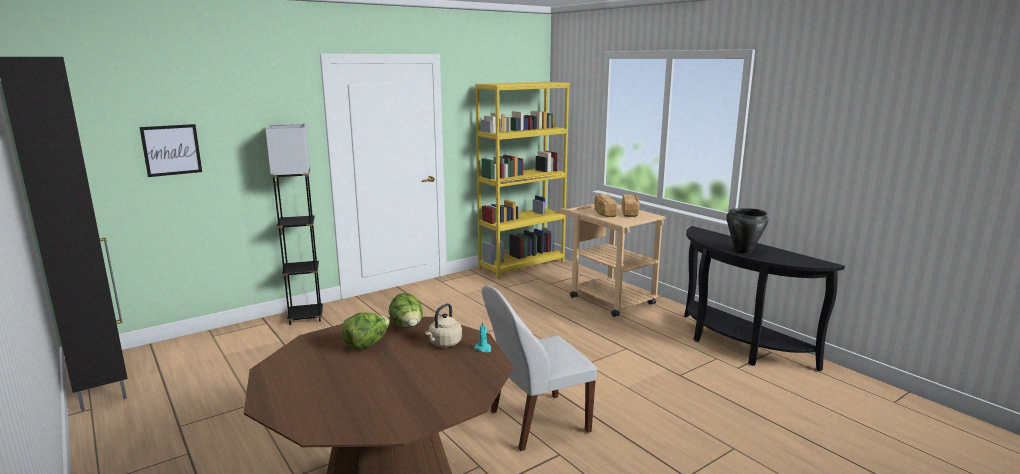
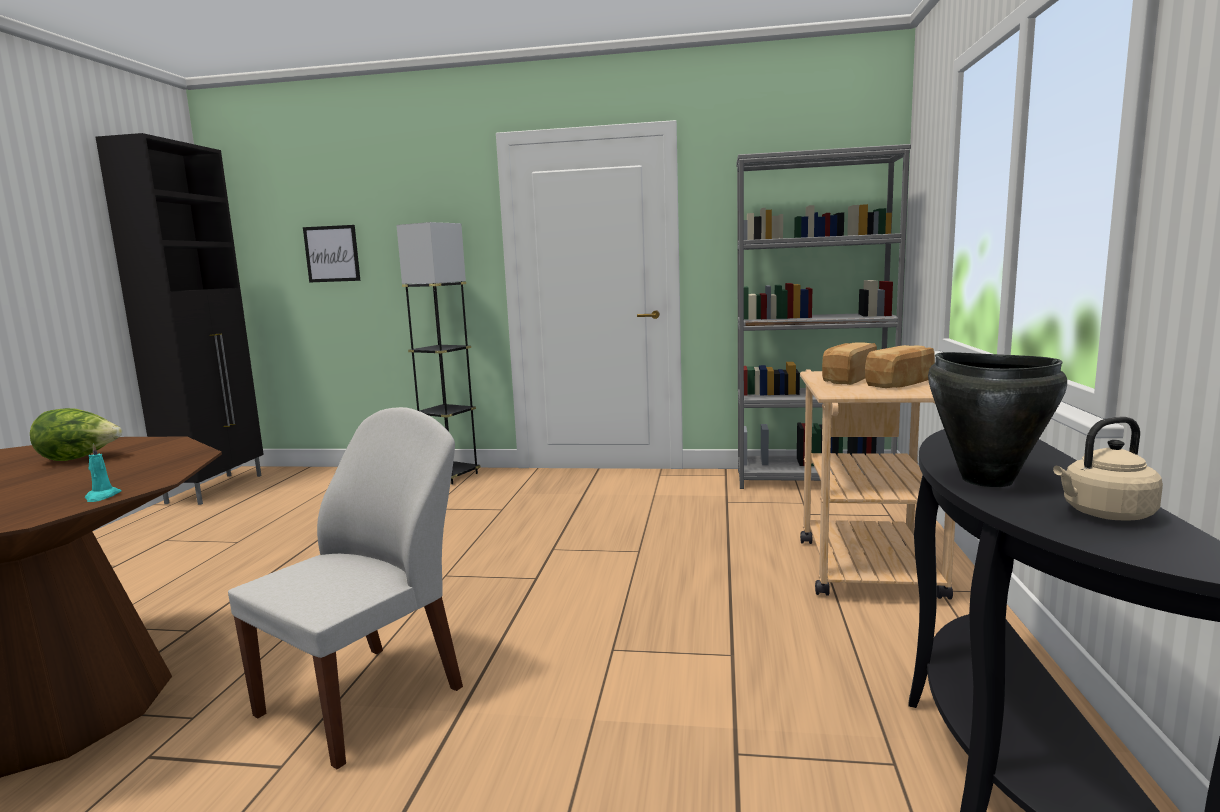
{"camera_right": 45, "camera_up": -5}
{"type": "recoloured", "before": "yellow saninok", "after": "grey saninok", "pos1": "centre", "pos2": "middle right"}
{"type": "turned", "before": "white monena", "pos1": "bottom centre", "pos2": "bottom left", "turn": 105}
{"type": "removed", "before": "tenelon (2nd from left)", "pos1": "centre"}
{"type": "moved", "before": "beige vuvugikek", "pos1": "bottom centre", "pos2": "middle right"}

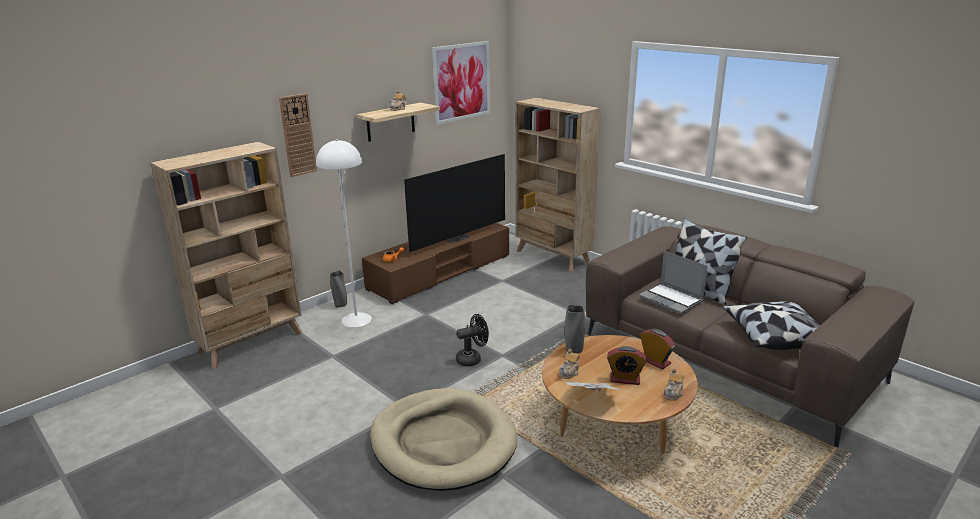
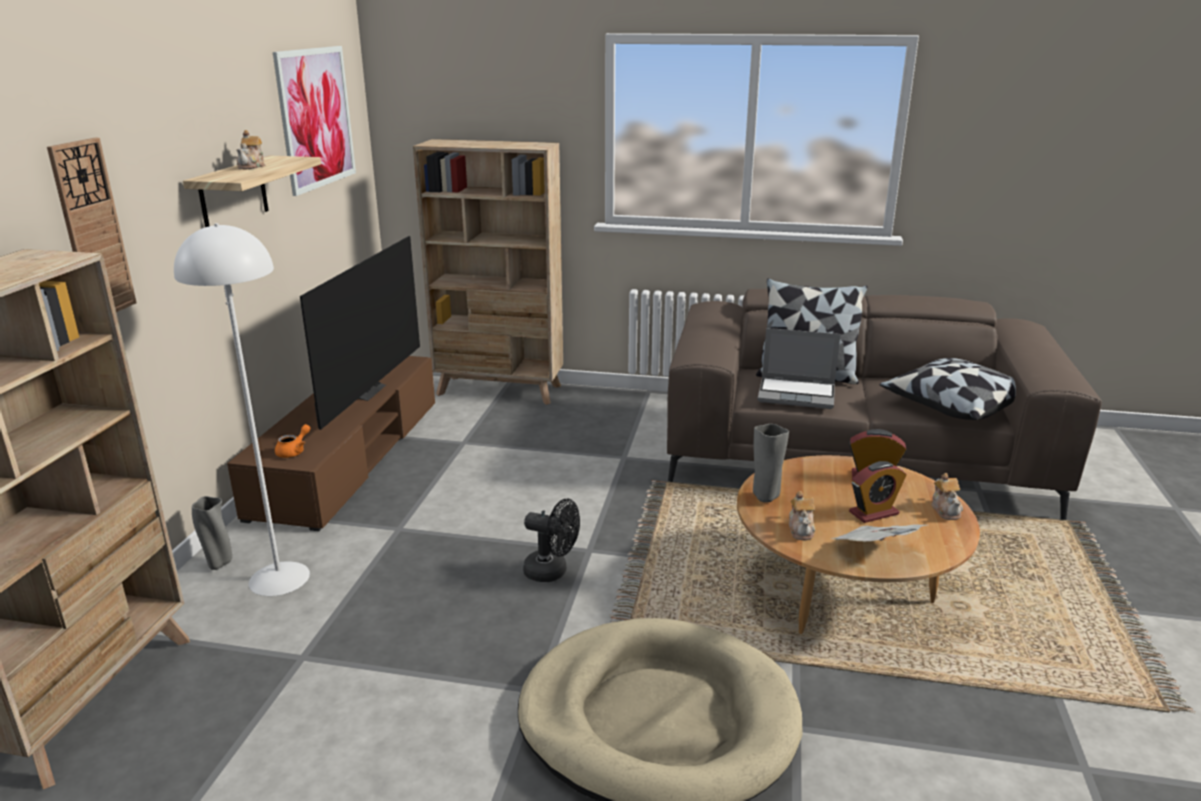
{"camera_right": -35, "camera_up": 0}
{"type": "turned", "before": "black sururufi", "pos1": "centre", "pos2": "bottom centre", "turn": 75}

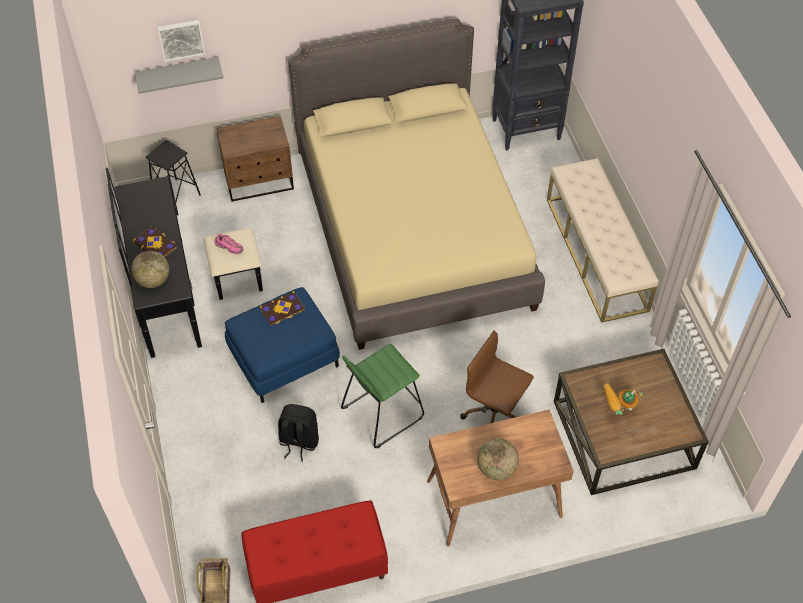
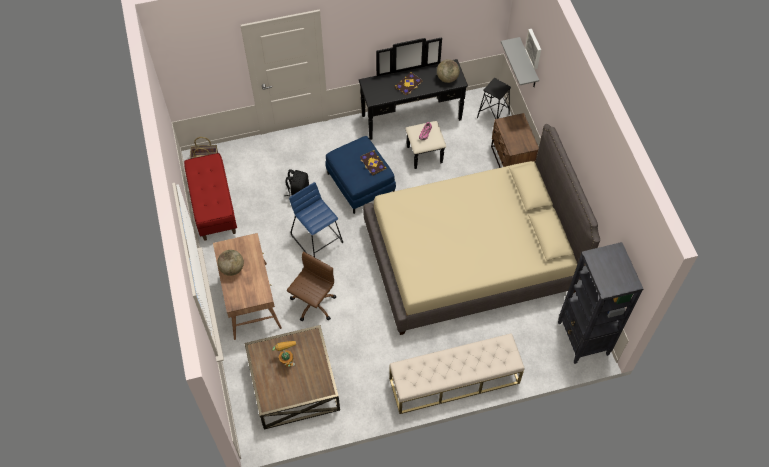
{"camera_right": 90, "camera_up": 5}
{"type": "moved", "before": "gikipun (1st from left in the first image)", "after": "gikipun (2nd from left)", "pos1": "middle left", "pos2": "top centre"}
{"type": "recoloured", "before": "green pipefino", "after": "blue pipefino", "pos1": "centre", "pos2": "centre"}

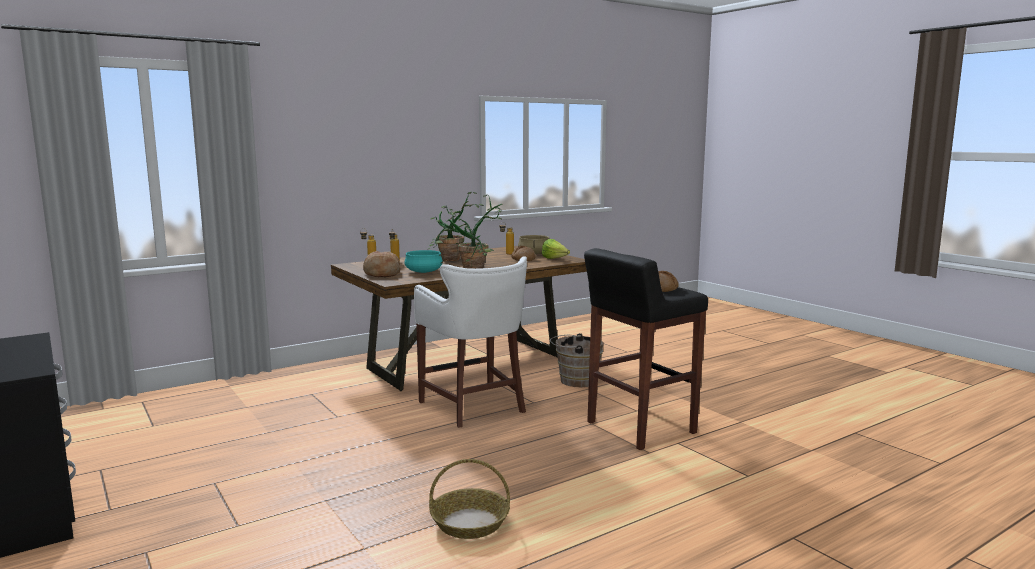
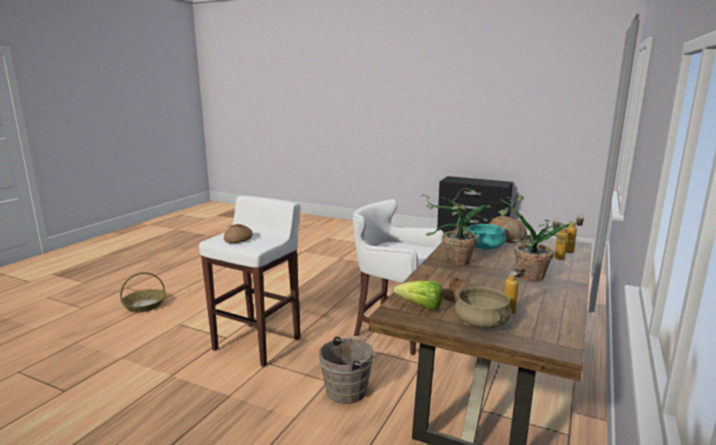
{"camera_right": 150, "camera_up": 5}
{"type": "recoloured", "before": "black pipefino", "after": "white pipefino (1st from left)", "pos1": "centre", "pos2": "centre"}
{"type": "moved", "before": "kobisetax", "pos1": "bottom centre", "pos2": "middle left"}

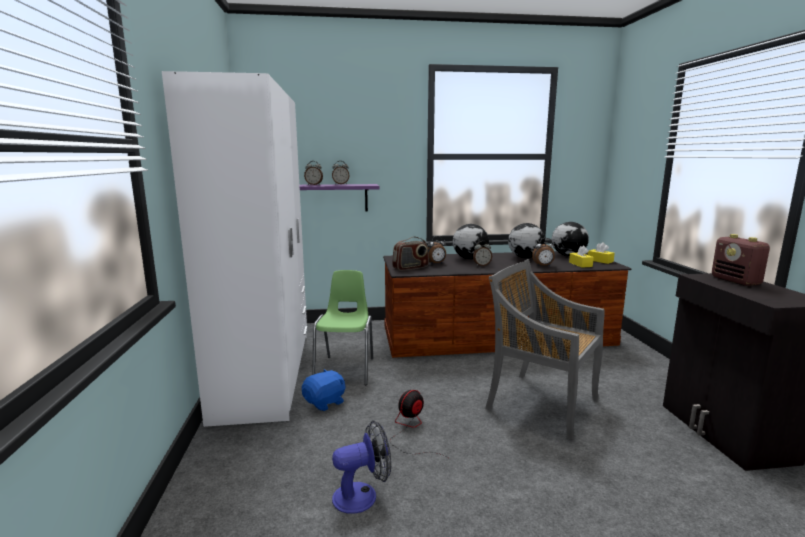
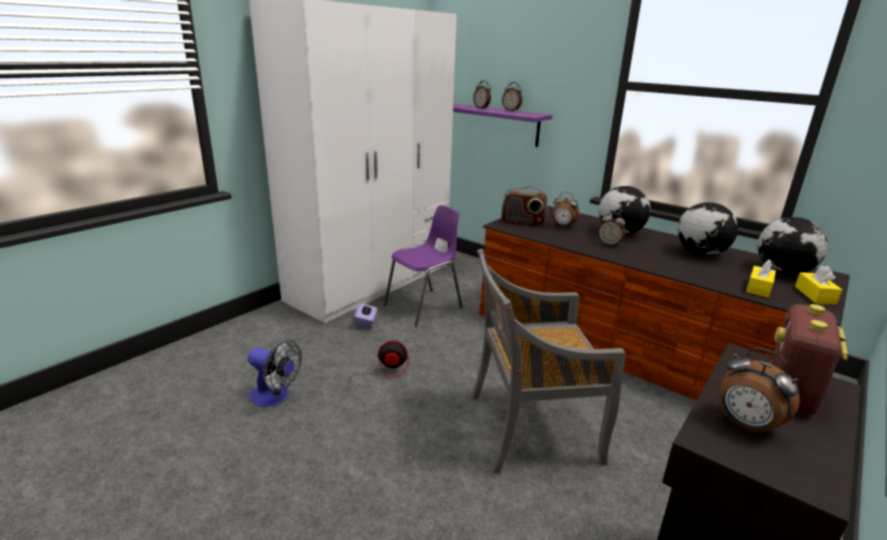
{"camera_right": 45, "camera_up": 10}
{"type": "moved", "before": "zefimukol (5th from left)", "pos1": "middle right", "pos2": "bottom right"}
{"type": "turned", "before": "grey monena", "pos1": "middle right", "pos2": "bottom centre", "turn": -90}
{"type": "recoloured", "before": "green monena", "after": "purple monena", "pos1": "centre", "pos2": "centre"}
{"type": "replaced", "before": "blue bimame", "after": "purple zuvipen", "pos1": "bottom centre", "pos2": "centre"}

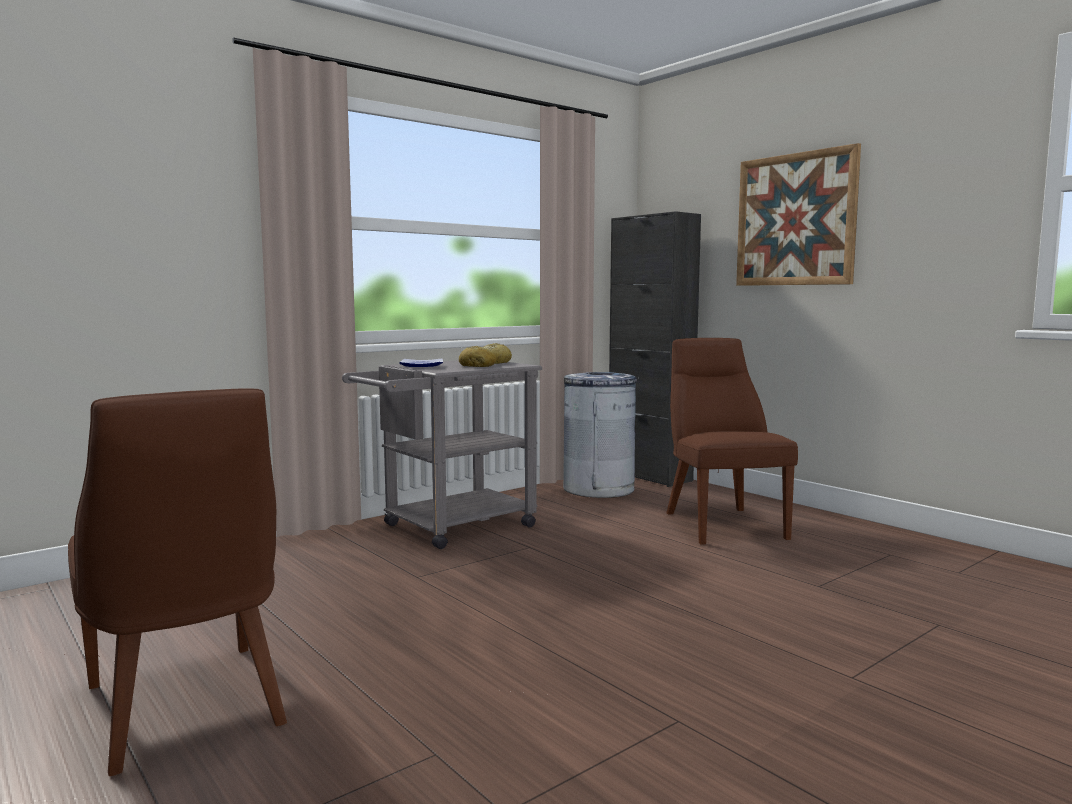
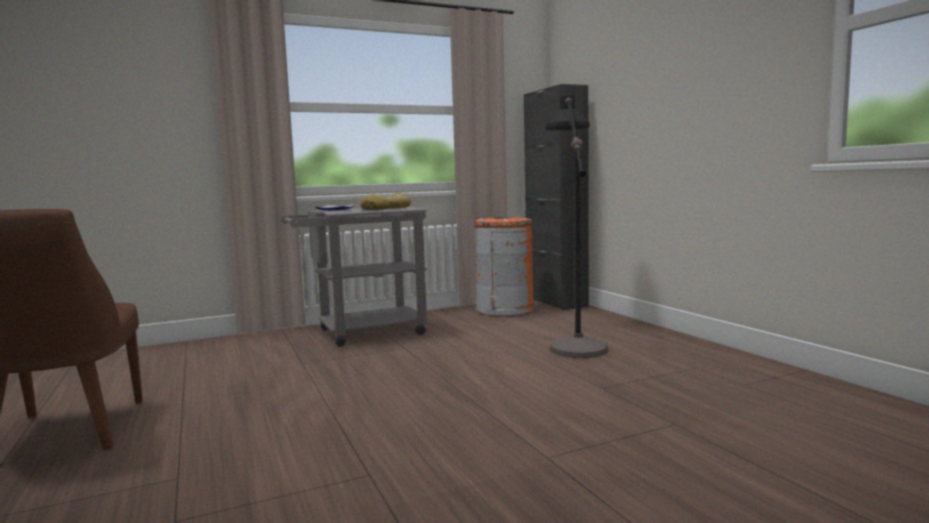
{"camera_right": 15, "camera_up": 0}
{"type": "removed", "before": "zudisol", "pos1": "top right"}
{"type": "replaced", "before": "brown monena (2nd from left)", "after": "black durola", "pos1": "middle right", "pos2": "centre"}
{"type": "recoloured", "before": "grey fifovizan", "after": "orange fifovizan", "pos1": "centre", "pos2": "centre"}

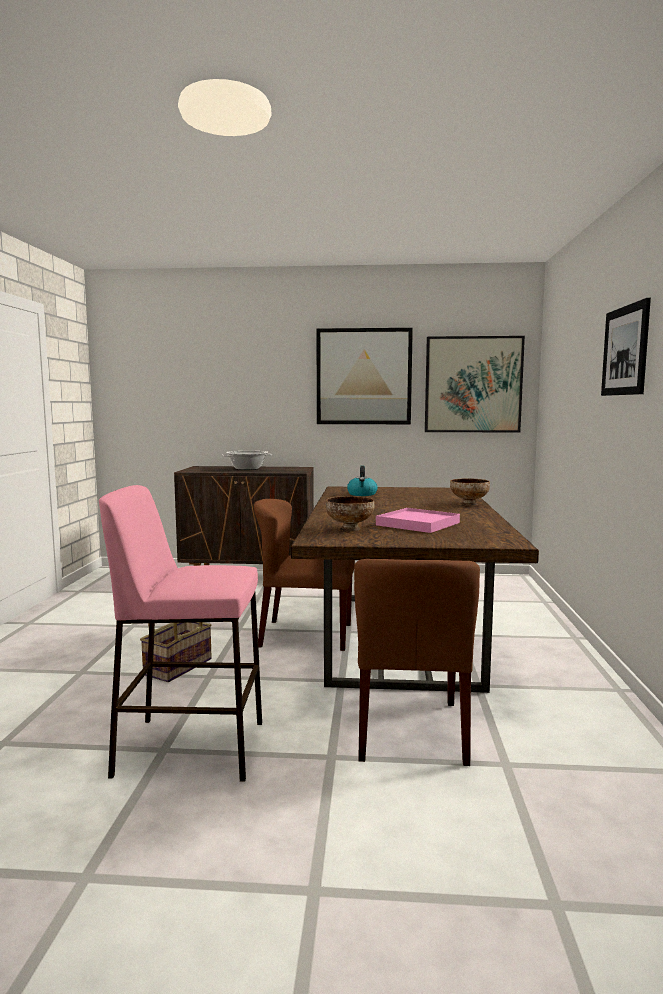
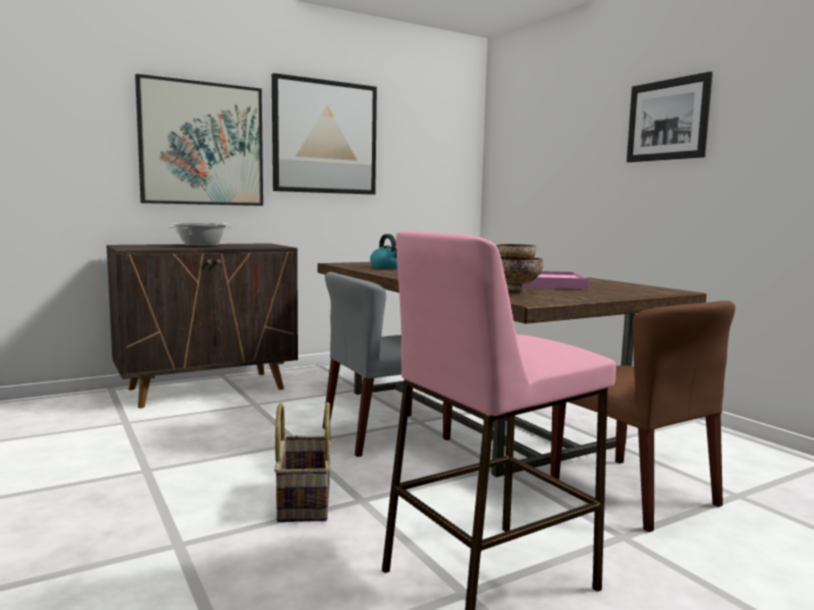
{"camera_right": -35, "camera_up": 0}
{"type": "moved", "before": "zudisol (2nd from left in the first image)", "after": "zudisol (1st from left)", "pos1": "middle right", "pos2": "top left"}
{"type": "recoloured", "before": "brown monena (1st from left)", "after": "grey monena", "pos1": "centre", "pos2": "centre"}

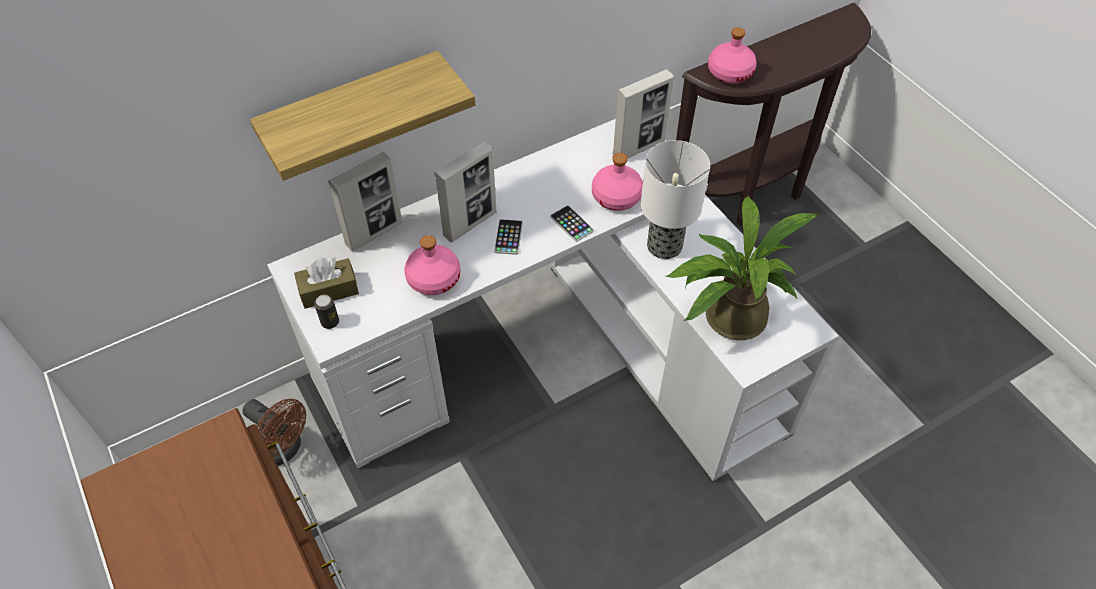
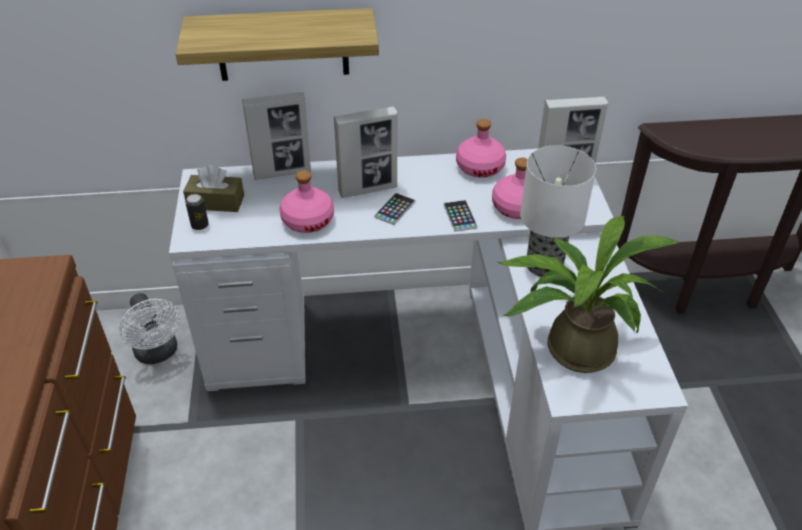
{"camera_right": 25, "camera_up": -10}
{"type": "moved", "before": "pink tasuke (3rd from left in the first image)", "after": "pink tasuke (2nd from left)", "pos1": "top right", "pos2": "top centre"}
{"type": "recoloured", "before": "brown sururufi", "after": "white sururufi", "pos1": "bottom left", "pos2": "middle left"}

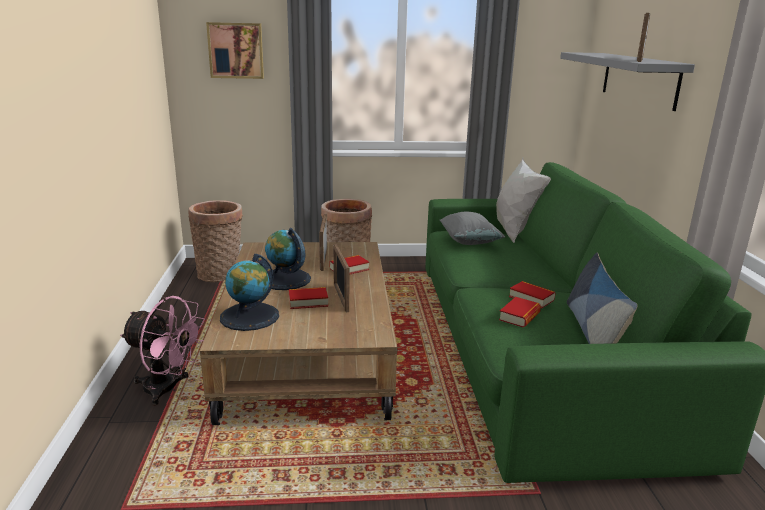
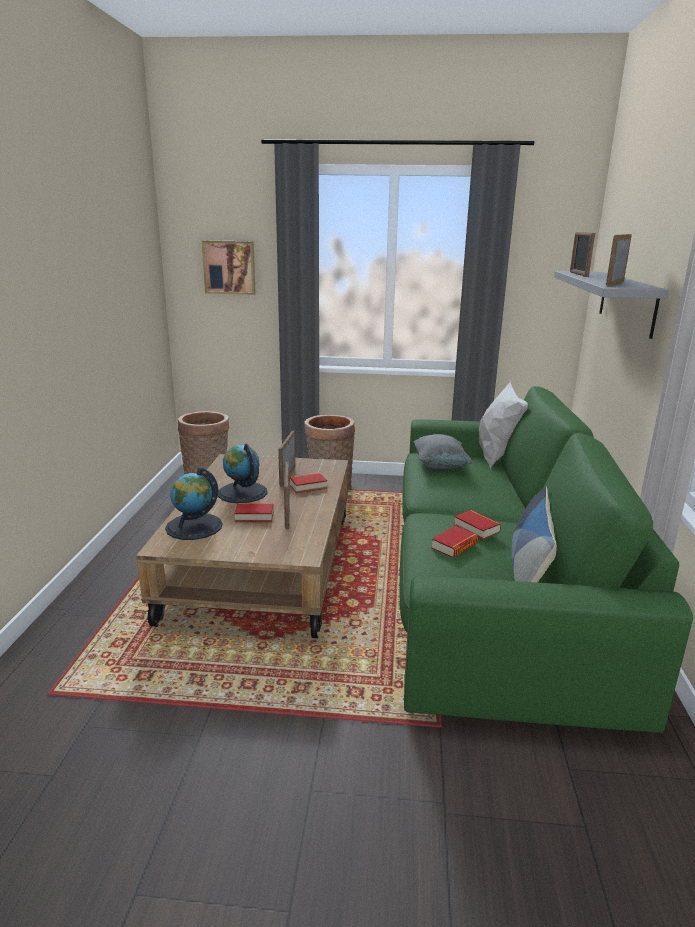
{"camera_right": 10, "camera_up": 0}
{"type": "removed", "before": "pink sururufi", "pos1": "bottom left"}
{"type": "added", "after": "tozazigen (3rd from left)", "pos2": "top right"}

